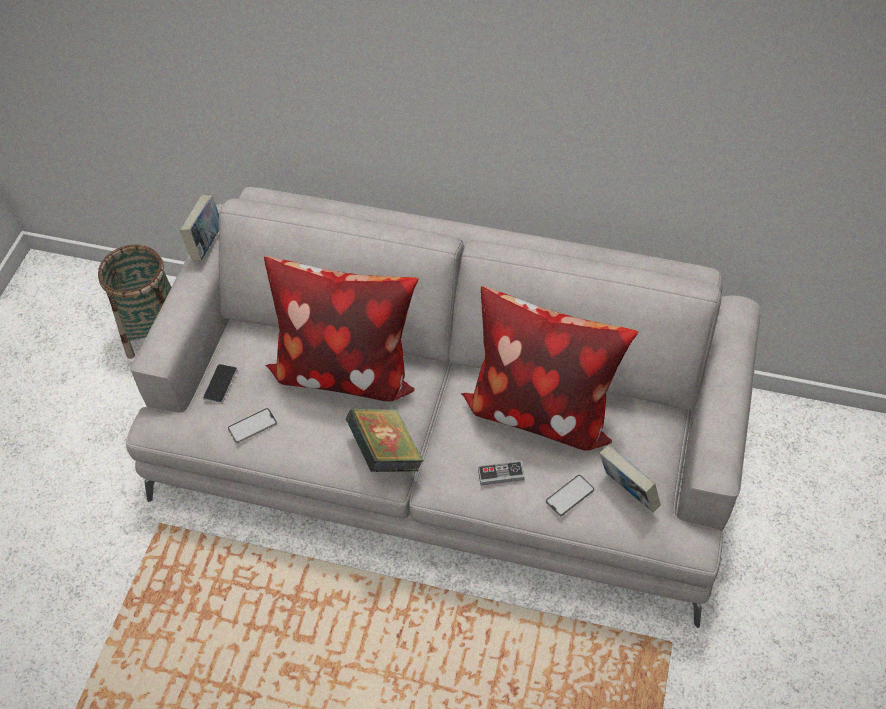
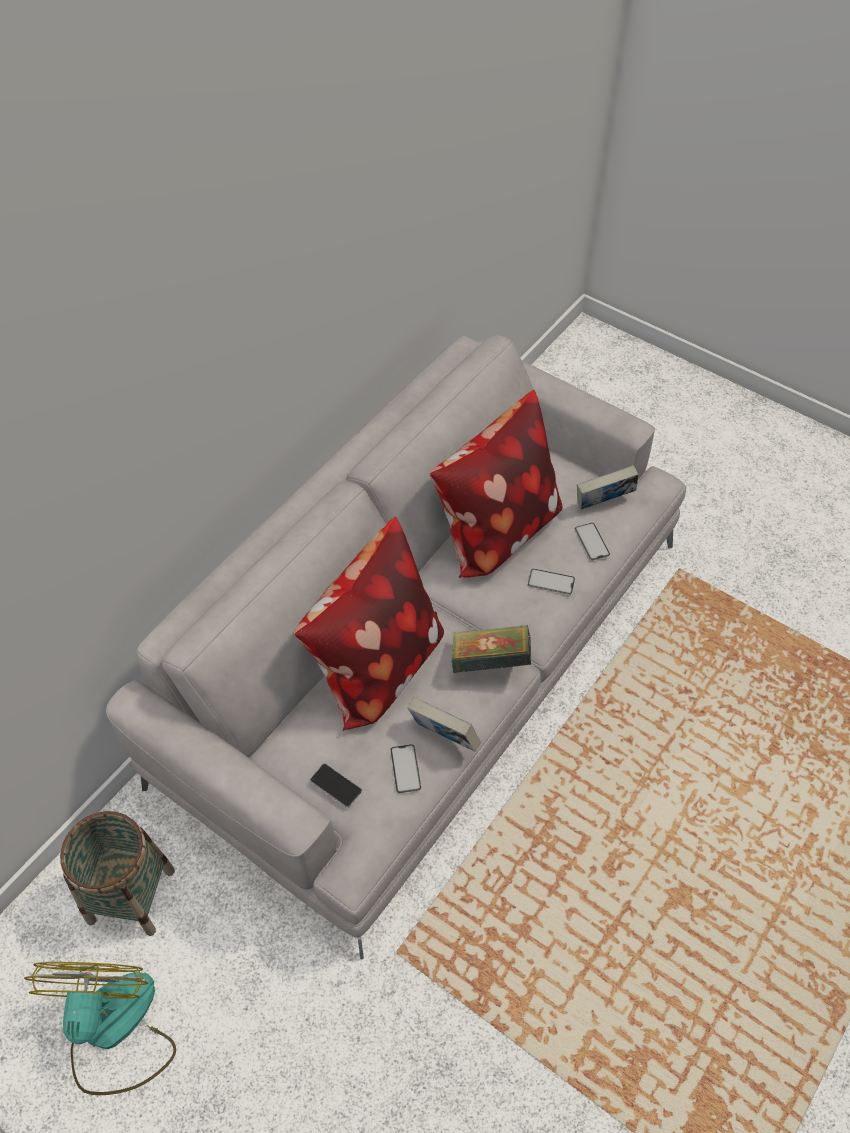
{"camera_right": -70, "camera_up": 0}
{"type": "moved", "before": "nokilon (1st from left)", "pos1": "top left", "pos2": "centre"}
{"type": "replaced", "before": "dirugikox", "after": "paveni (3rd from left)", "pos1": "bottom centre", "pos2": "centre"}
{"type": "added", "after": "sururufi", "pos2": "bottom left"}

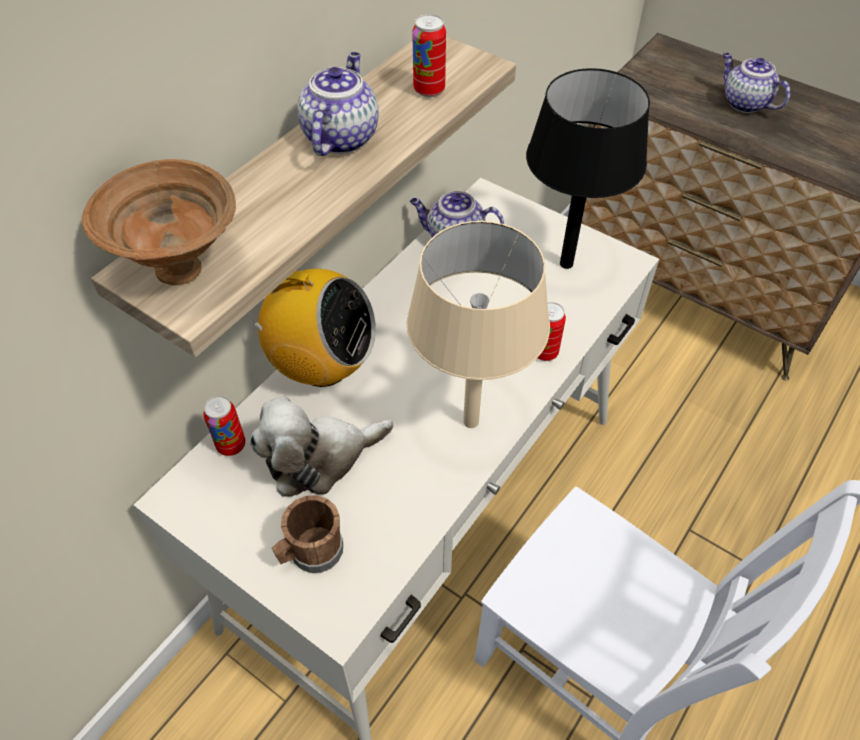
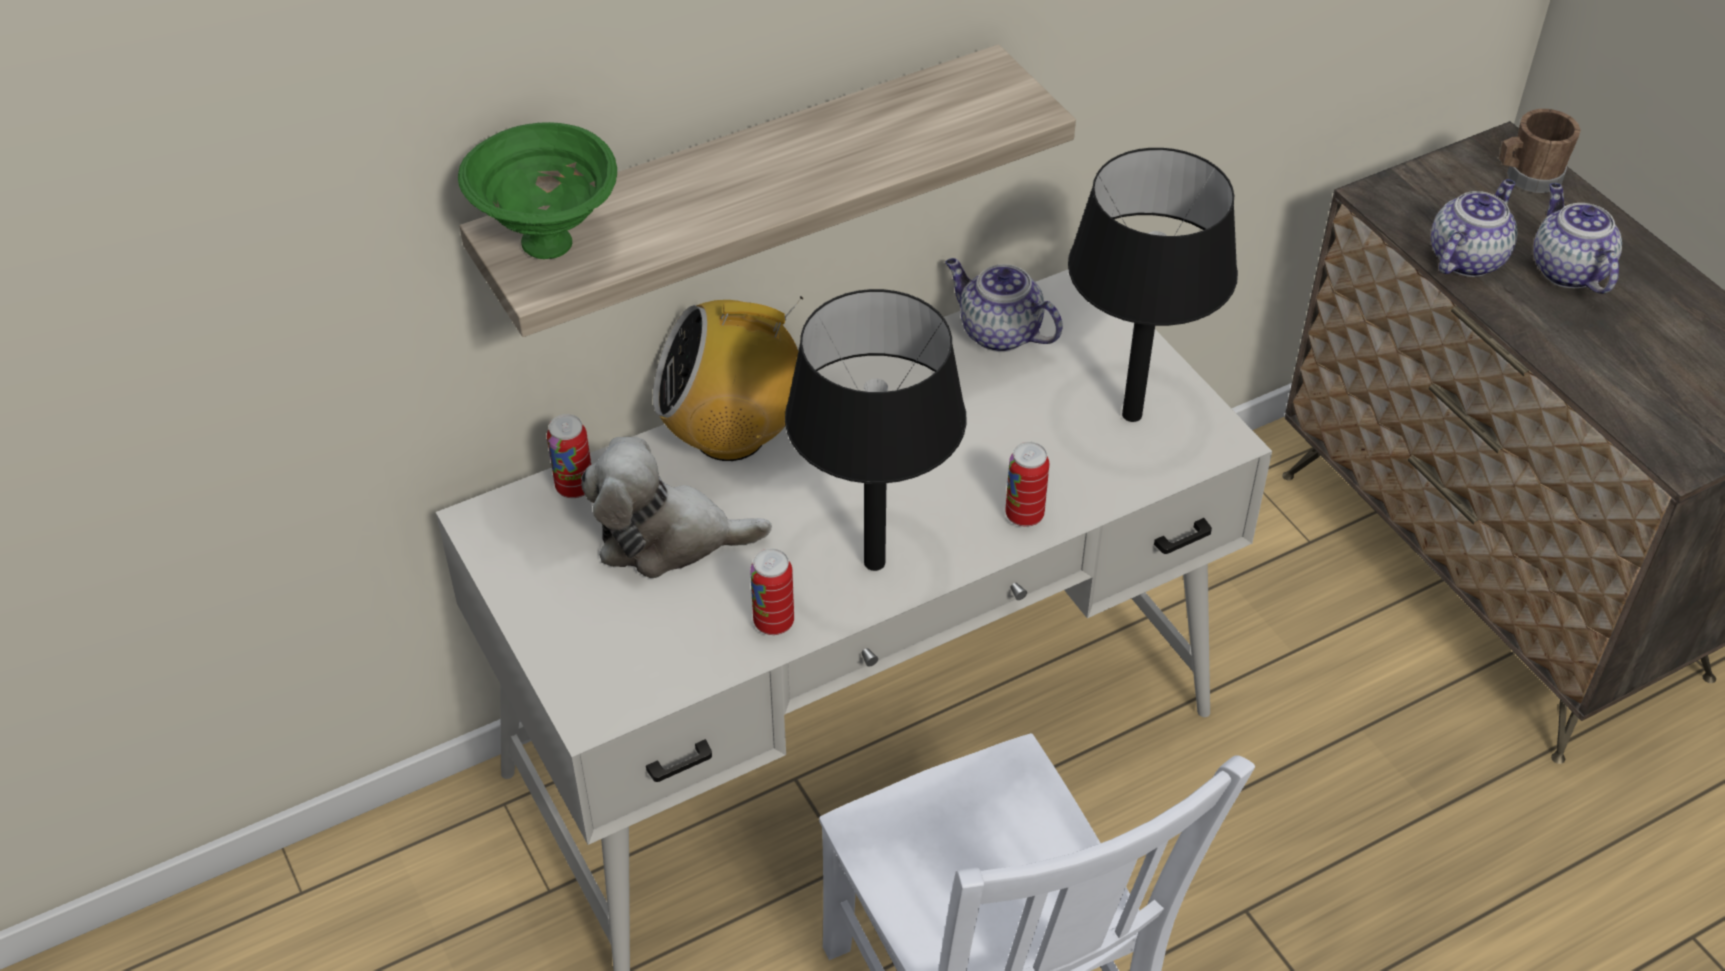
{"camera_right": 25, "camera_up": -5}
{"type": "moved", "before": "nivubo (2nd from left)", "pos1": "top centre", "pos2": "centre"}
{"type": "moved", "before": "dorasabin (1st from left in the first image)", "after": "dorasabin (2nd from left)", "pos1": "top centre", "pos2": "top right"}
{"type": "recoloured", "before": "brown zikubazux", "after": "green zikubazux", "pos1": "top left", "pos2": "top left"}
{"type": "recoloured", "before": "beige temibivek", "after": "black temibivek (1st from left)", "pos1": "centre", "pos2": "centre"}
{"type": "turned", "before": "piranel", "pos1": "centre", "pos2": "centre", "turn": 135}
{"type": "moved", "before": "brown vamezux", "pos1": "bottom centre", "pos2": "top right"}

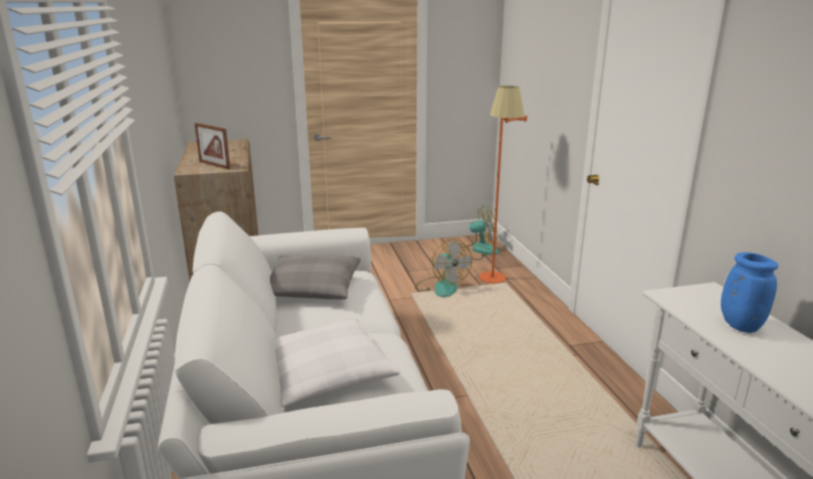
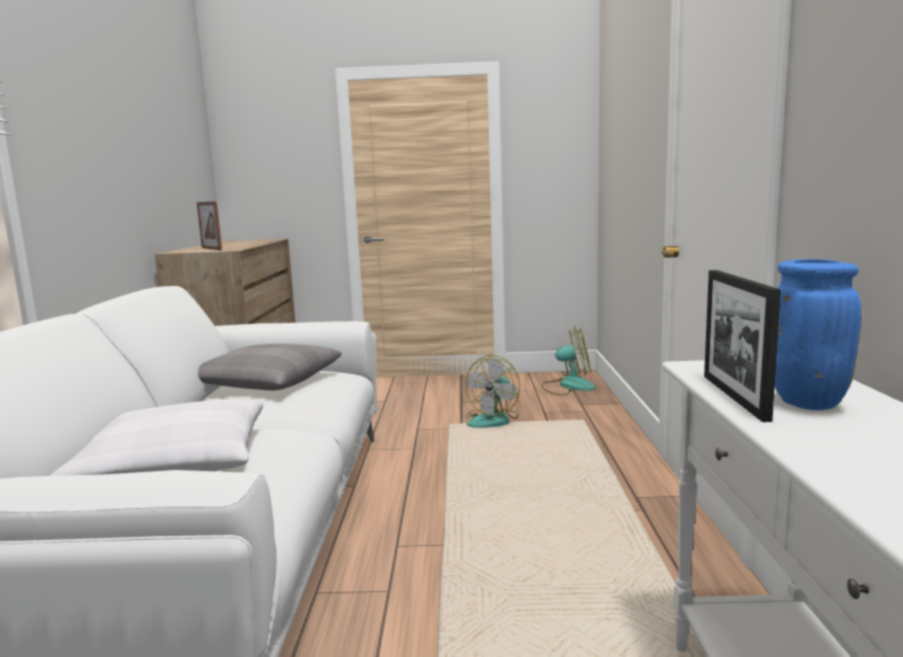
{"camera_right": 15, "camera_up": -10}
{"type": "removed", "before": "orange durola", "pos1": "centre"}
{"type": "turned", "before": "sururufi (1st from left)", "pos1": "centre", "pos2": "centre", "turn": 45}
{"type": "added", "after": "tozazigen (2nd from left)", "pos2": "middle right"}

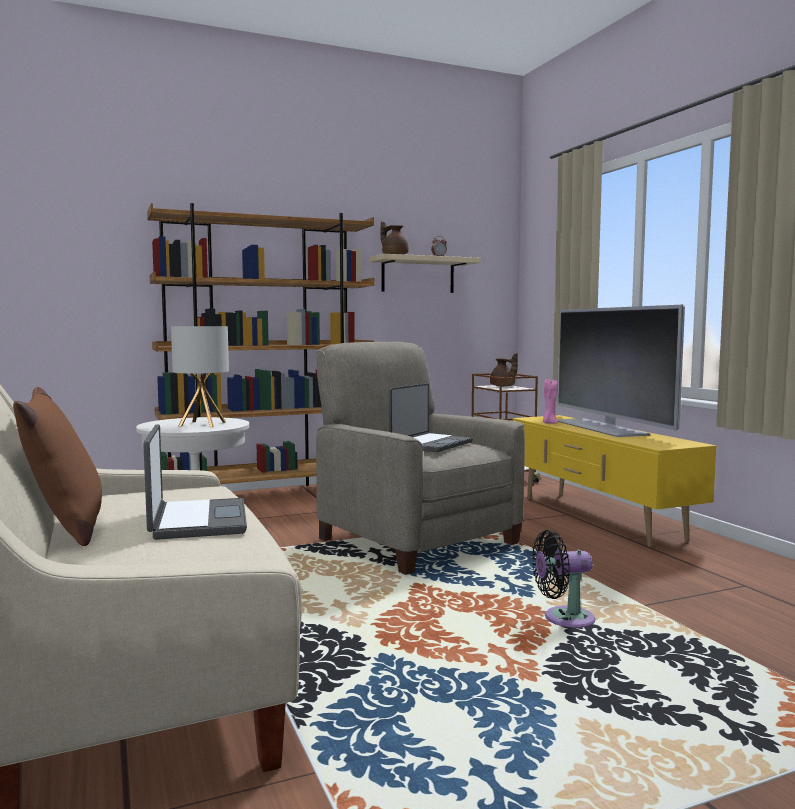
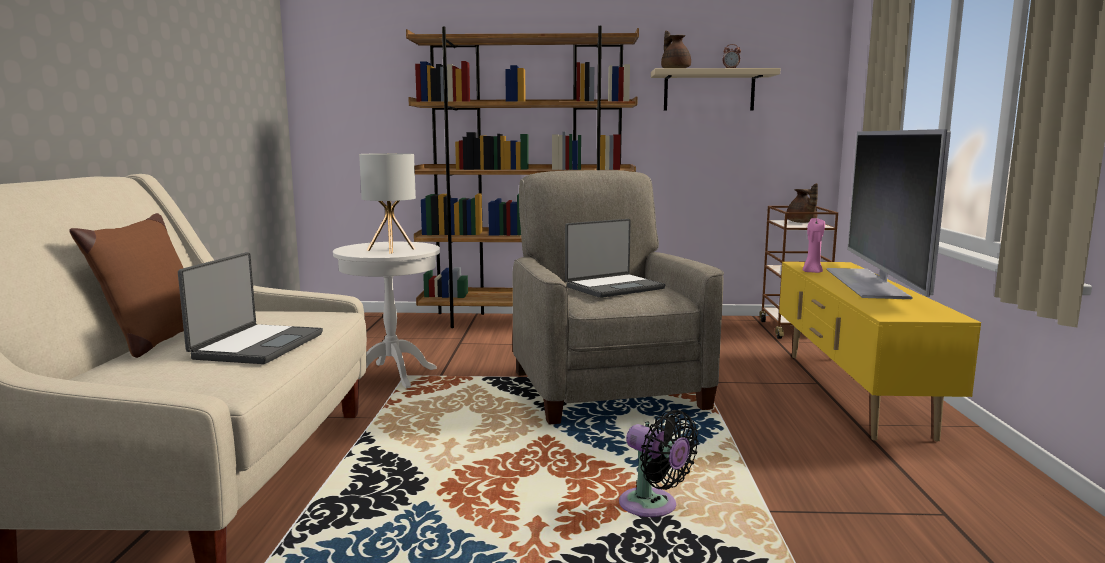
{"camera_right": 25, "camera_up": 5}
{"type": "turned", "before": "black sururufi", "pos1": "bottom right", "pos2": "bottom centre", "turn": -150}

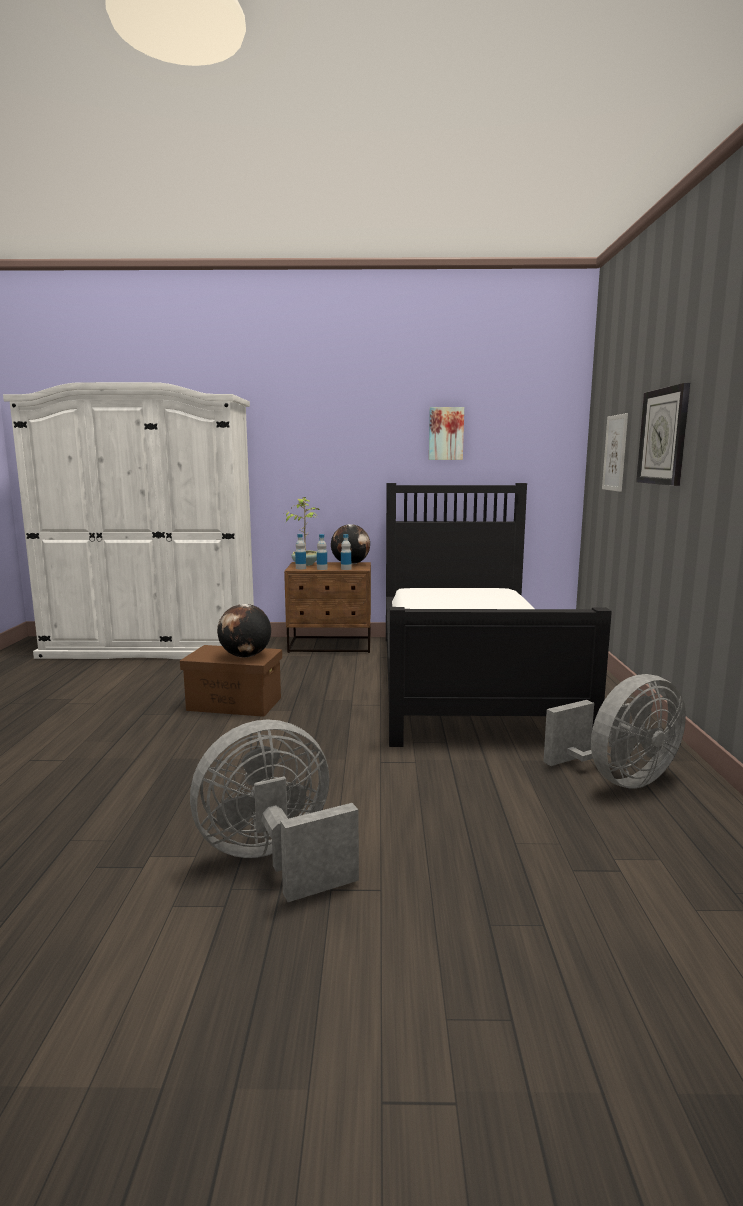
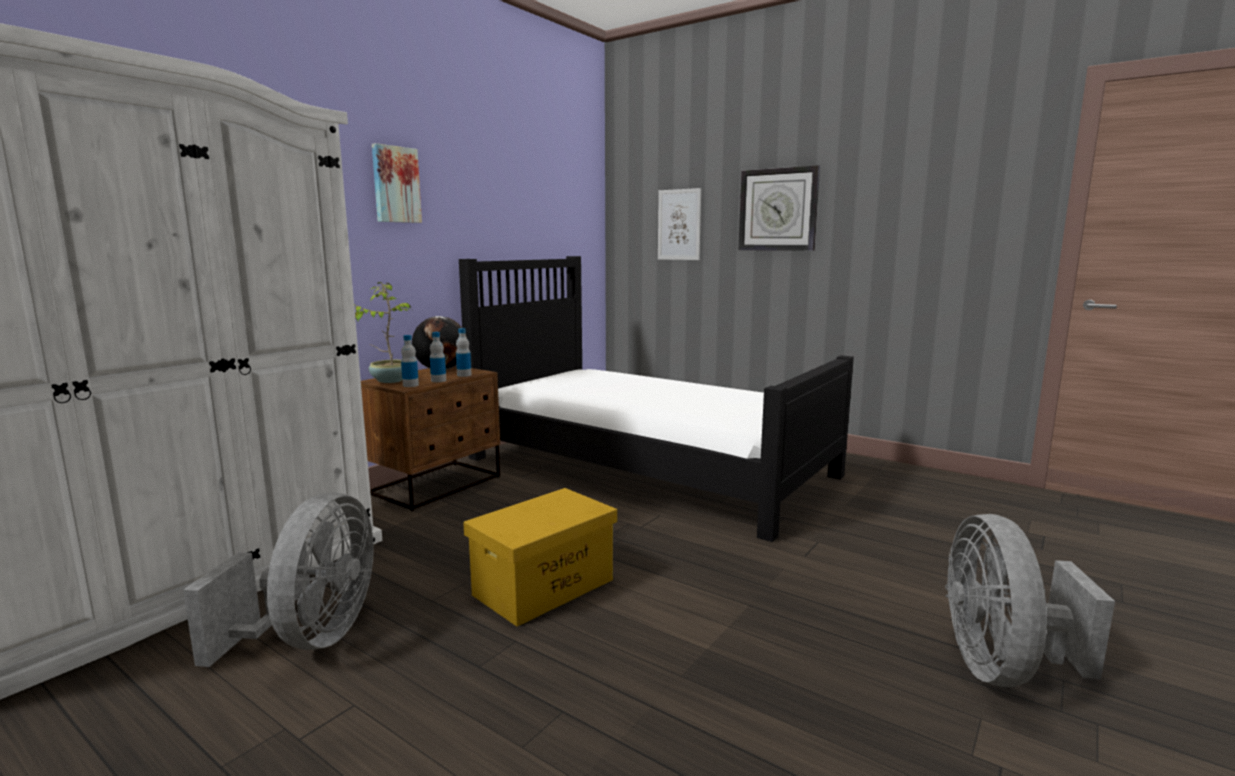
{"camera_right": -55, "camera_up": 0}
{"type": "moved", "before": "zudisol (1st from left)", "pos1": "centre", "pos2": "top left"}
{"type": "removed", "before": "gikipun (1st from left)", "pos1": "middle left"}
{"type": "recoloured", "before": "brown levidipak", "after": "yellow levidipak", "pos1": "middle left", "pos2": "bottom centre"}
{"type": "moved", "before": "grey sururufi (2nd from left in the first image)", "after": "grey sururufi (1st from left)", "pos1": "middle right", "pos2": "bottom left"}

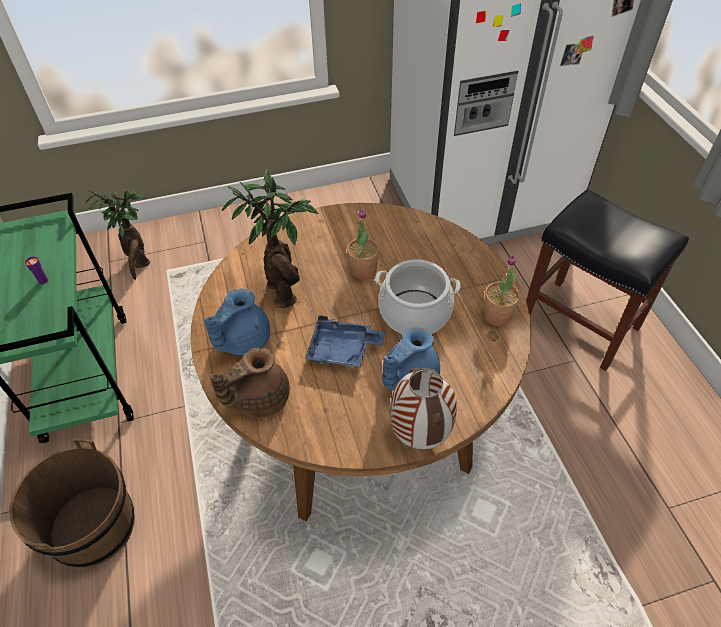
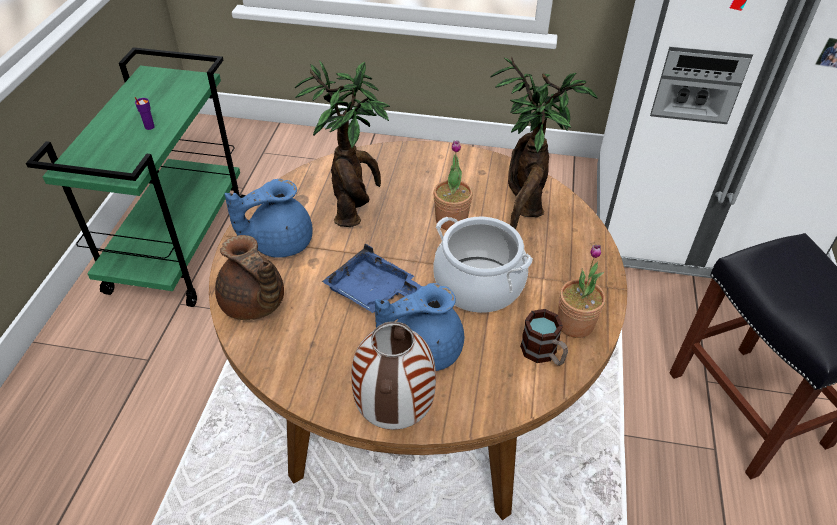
{"camera_right": 25, "camera_up": -5}
{"type": "moved", "before": "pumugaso (1st from left in the first image)", "after": "pumugaso (3rd from left)", "pos1": "middle left", "pos2": "top centre"}
{"type": "turned", "before": "brown dorasabin", "pos1": "centre", "pos2": "middle left", "turn": -120}
{"type": "removed", "before": "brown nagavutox", "pos1": "bottom left"}
{"type": "added", "after": "vamezux", "pos2": "centre"}

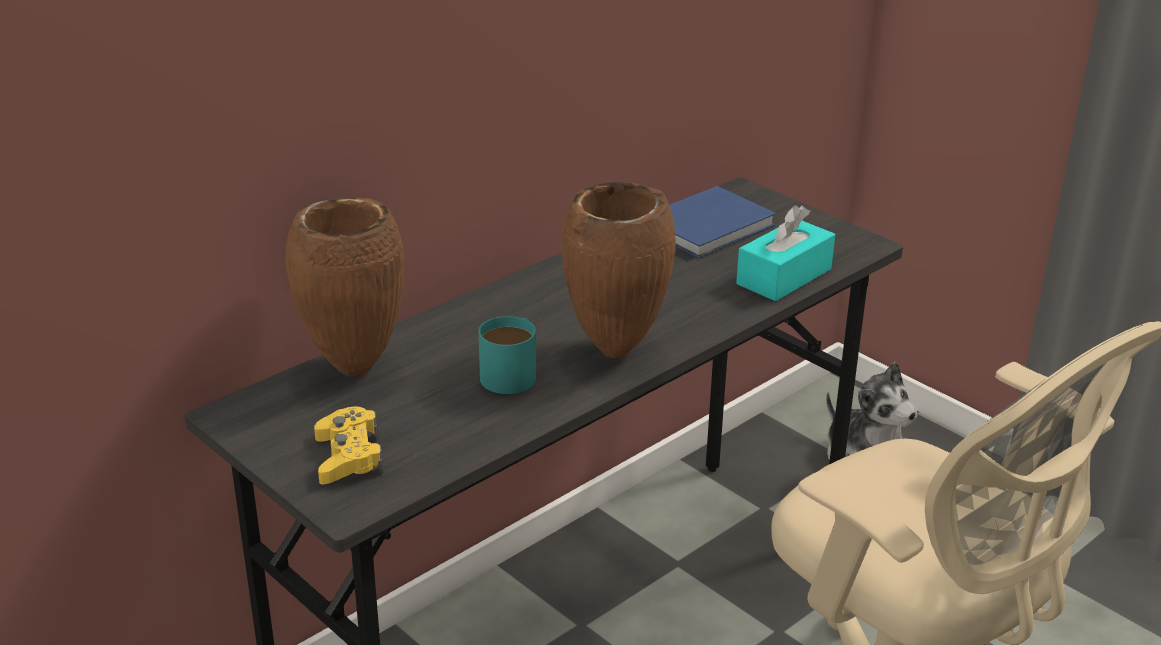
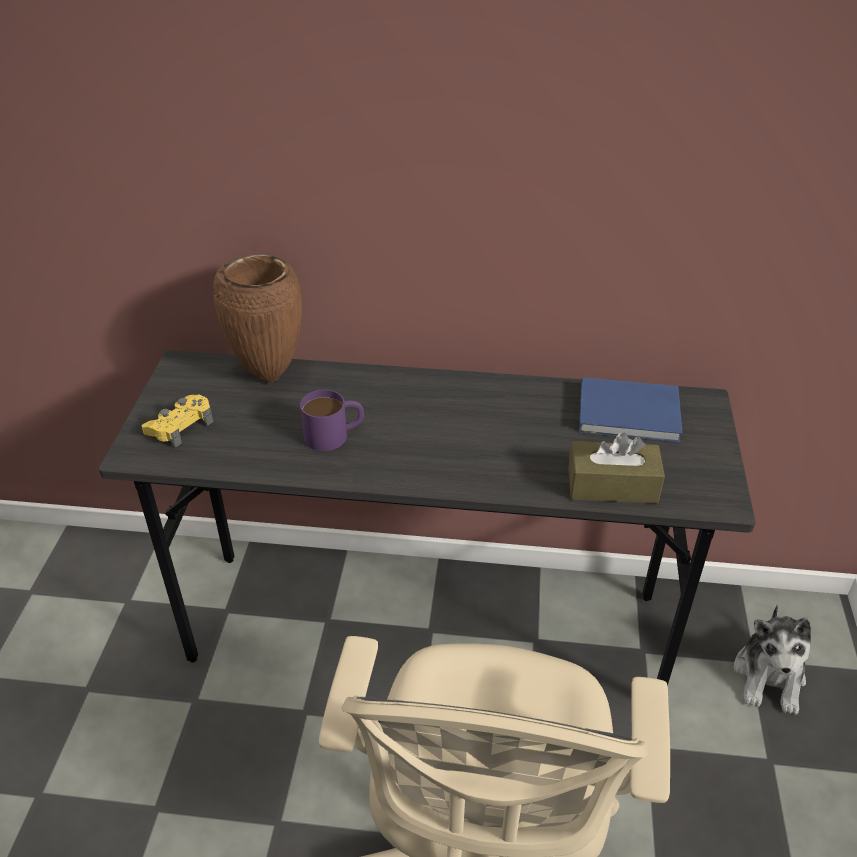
{"camera_right": 50, "camera_up": 10}
{"type": "removed", "before": "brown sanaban (2nd from left)", "pos1": "centre"}
{"type": "recoloured", "before": "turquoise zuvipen", "after": "brown zuvipen", "pos1": "middle right", "pos2": "middle right"}
{"type": "recoloured", "before": "turquoise vamezux", "after": "purple vamezux", "pos1": "centre", "pos2": "centre"}

